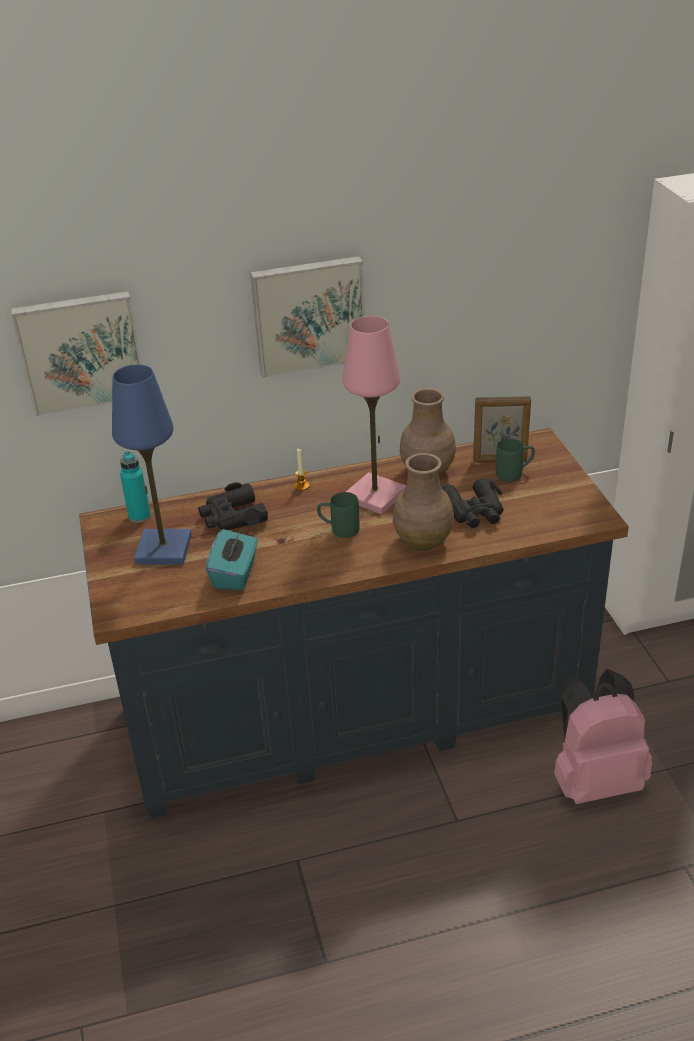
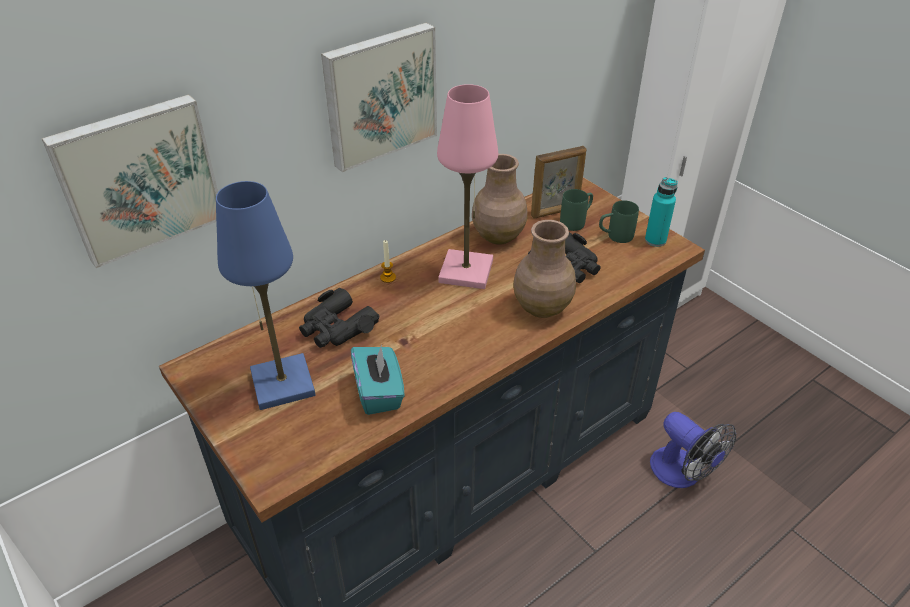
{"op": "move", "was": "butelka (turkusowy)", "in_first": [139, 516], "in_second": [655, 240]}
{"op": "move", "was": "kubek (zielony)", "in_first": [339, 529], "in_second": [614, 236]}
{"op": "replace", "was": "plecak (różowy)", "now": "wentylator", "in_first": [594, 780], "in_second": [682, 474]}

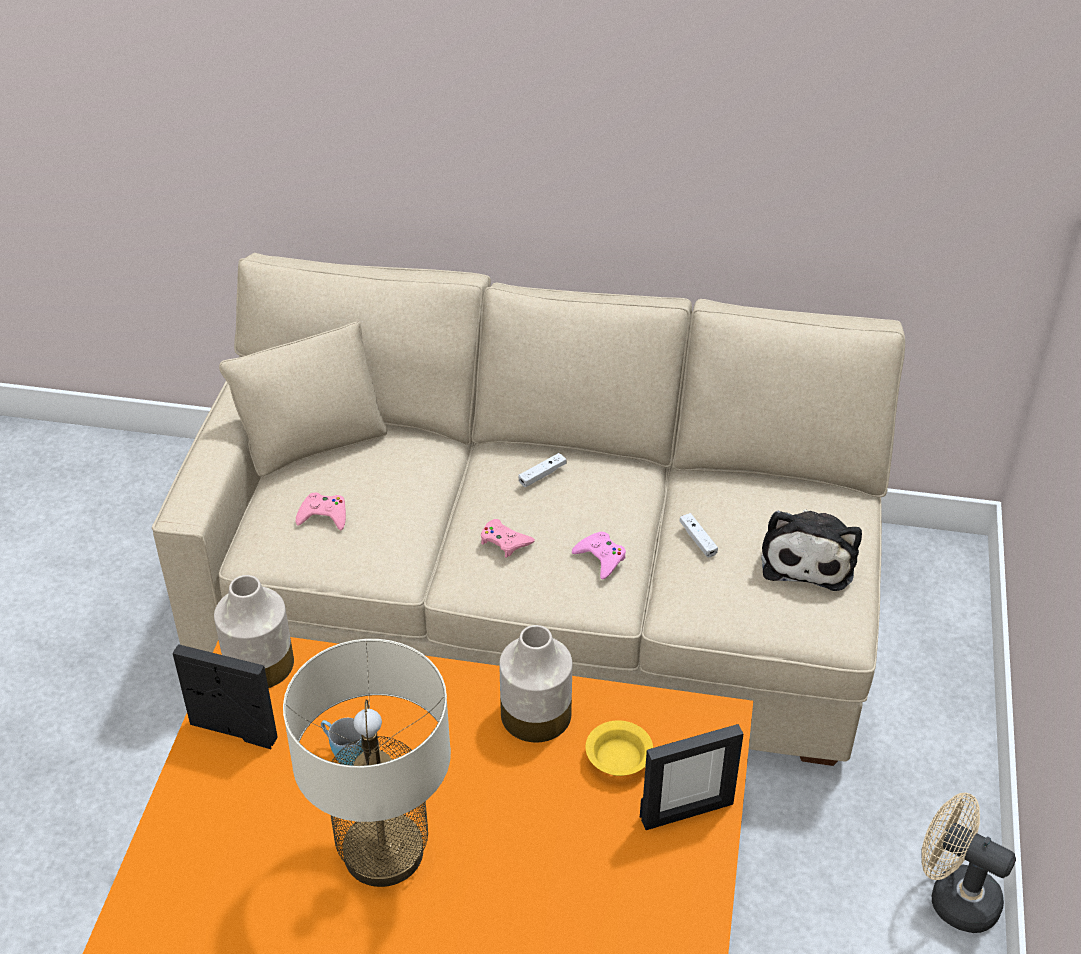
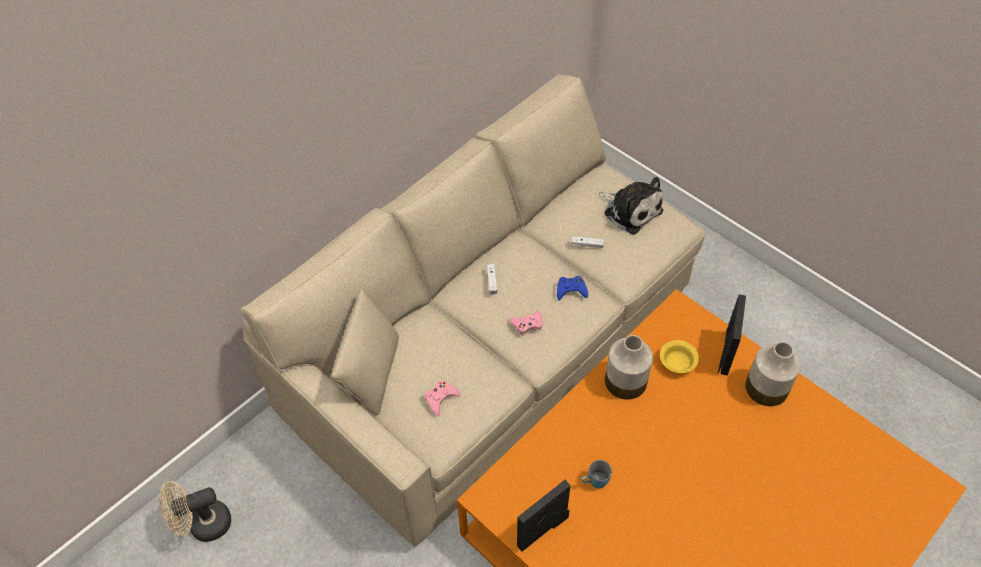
{"op": "recolor", "was": "pad do gier (różowy)", "now": "pad do gier (niebieski)", "in_first": [601, 558], "in_second": [571, 290]}
{"op": "move", "was": "wazon (beżowy)", "in_first": [258, 663], "in_second": [766, 388]}
{"op": "delete", "was": "lampa stołowa", "in_first": [383, 852]}
{"op": "move", "was": "wentylator (beżowy)", "in_first": [953, 897], "in_second": [203, 525]}

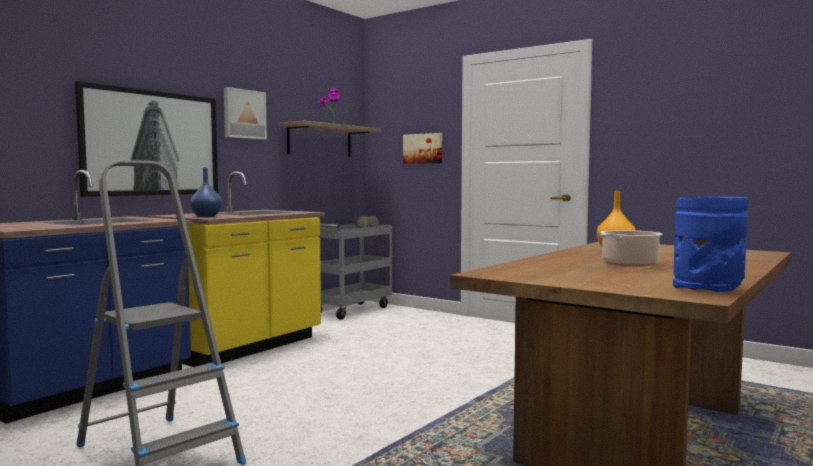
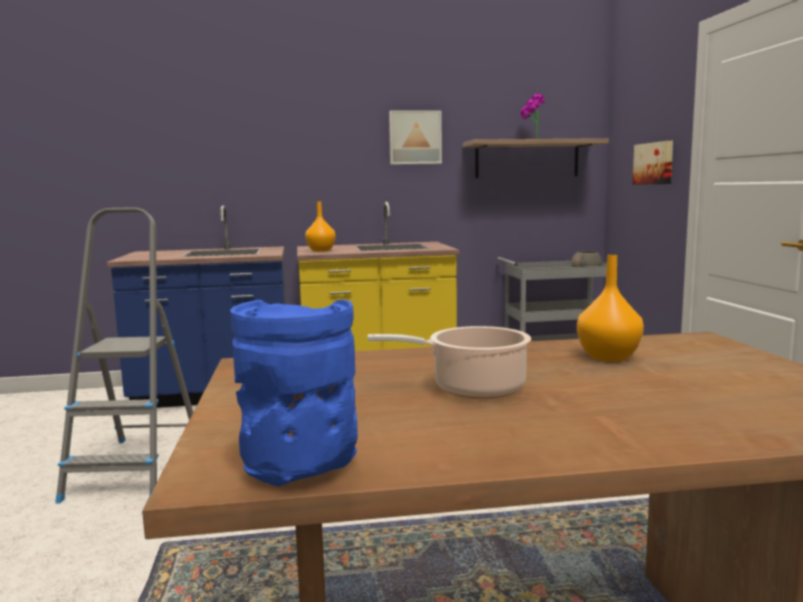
{"op": "delete", "was": "obraz", "in_first": [152, 143]}
{"op": "recolor", "was": "wazon (niebieski)", "now": "wazon (pomarańczowy)", "in_first": [206, 216], "in_second": [320, 250]}

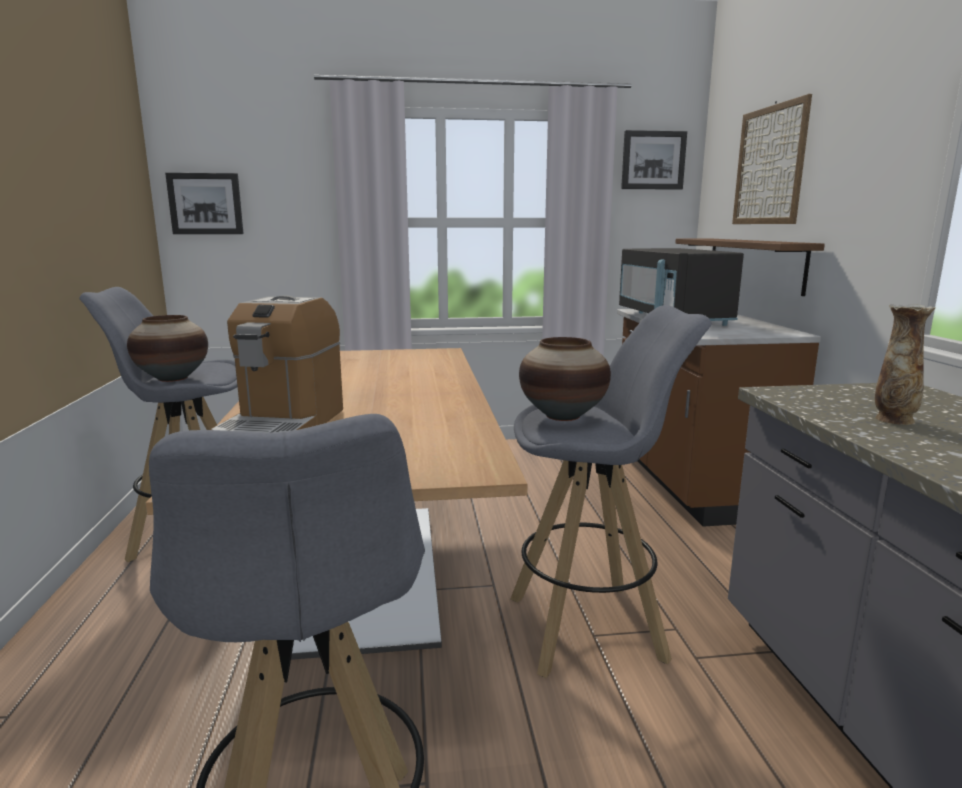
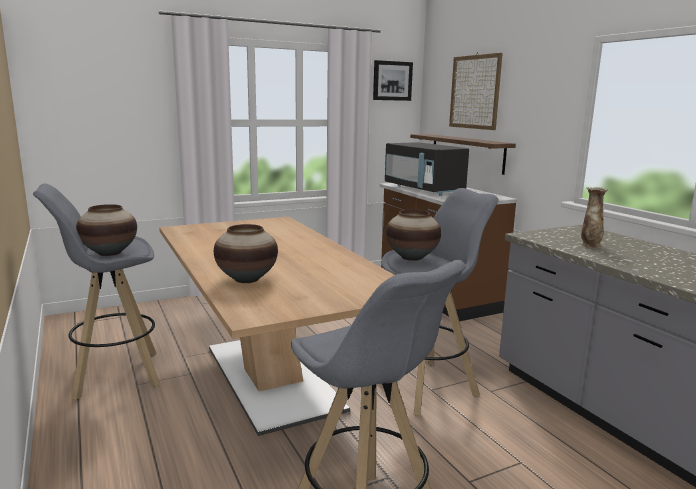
{"op": "delete", "was": "obraz", "in_first": [206, 204]}
{"op": "replace", "was": "ekspres do kawy", "now": "wazon", "in_first": [282, 426], "in_second": [247, 279]}

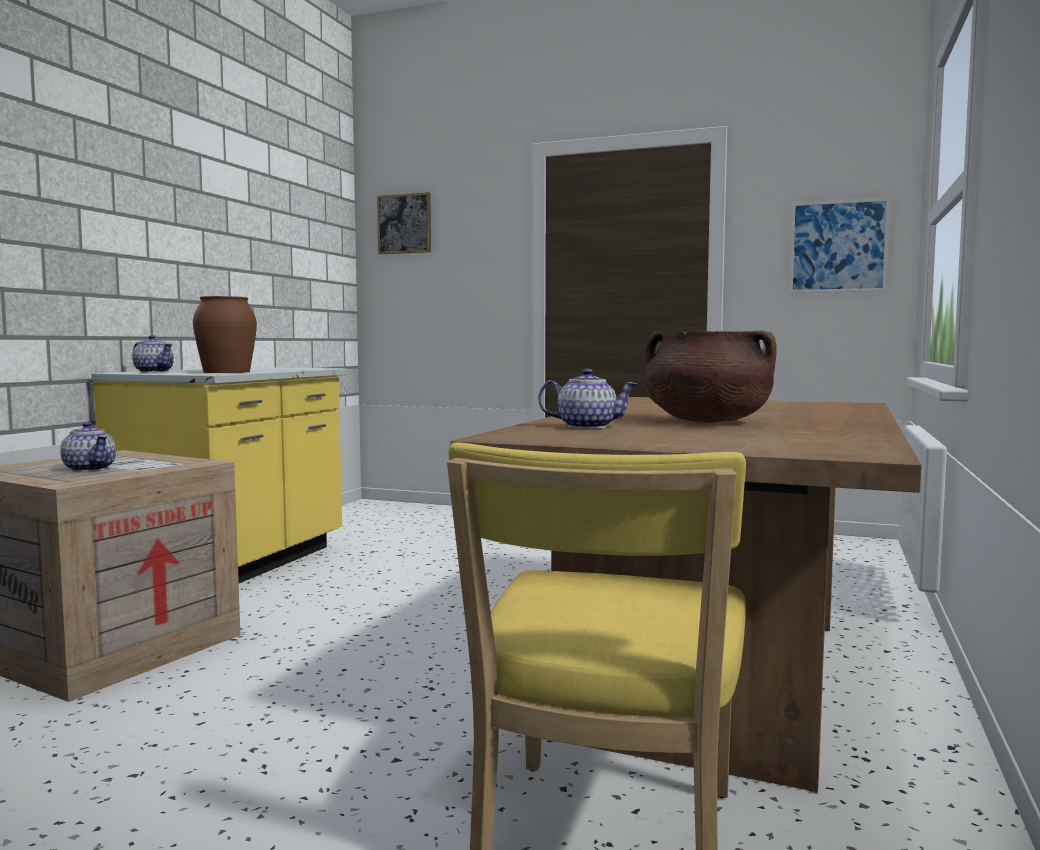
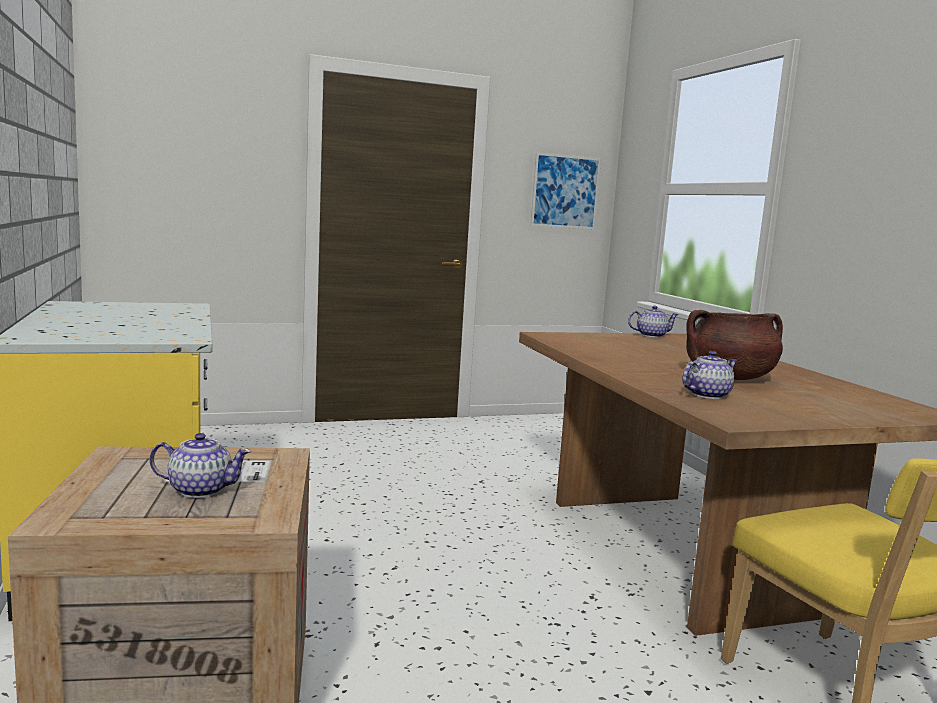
{"op": "delete", "was": "obraz", "in_first": [404, 224]}
{"op": "delete", "was": "wazon (brązowy)", "in_first": [226, 372]}
{"op": "move", "was": "imbryk", "in_first": [153, 372], "in_second": [651, 335]}

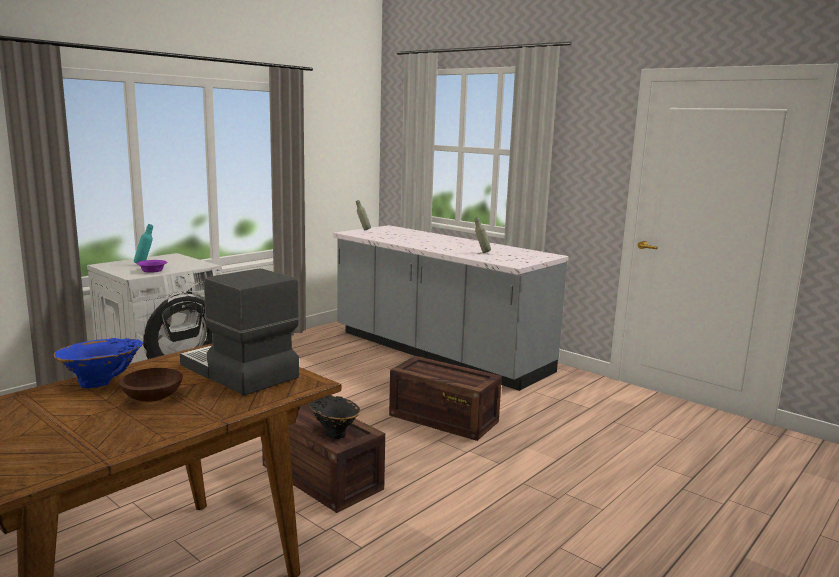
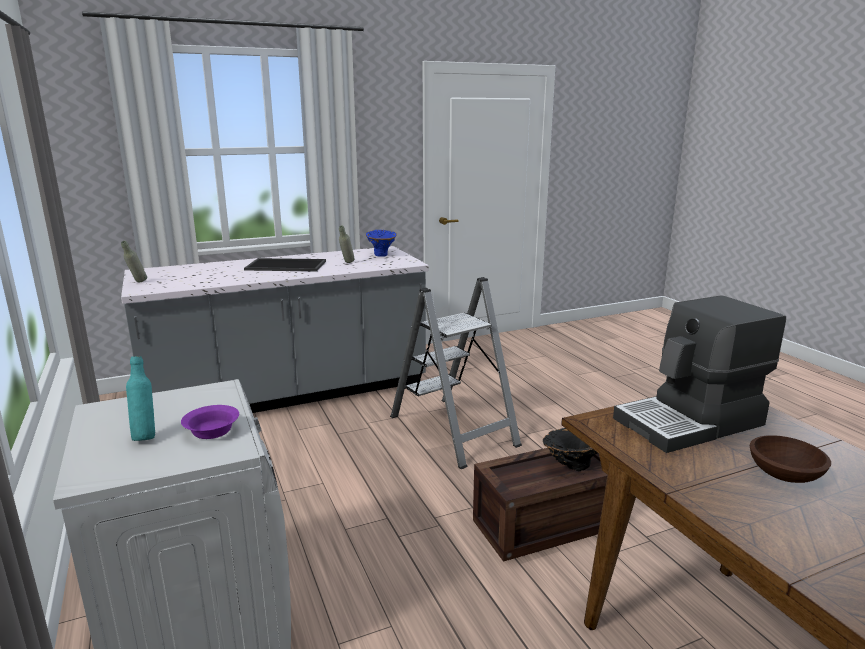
{"op": "move", "was": "wazon (niebieski)", "in_first": [102, 383], "in_second": [382, 254]}
{"op": "replace", "was": "skrzynka", "now": "drabinka (szary)", "in_first": [441, 418], "in_second": [453, 431]}
{"op": "insert", "now": "taca", "in_second": [285, 266]}

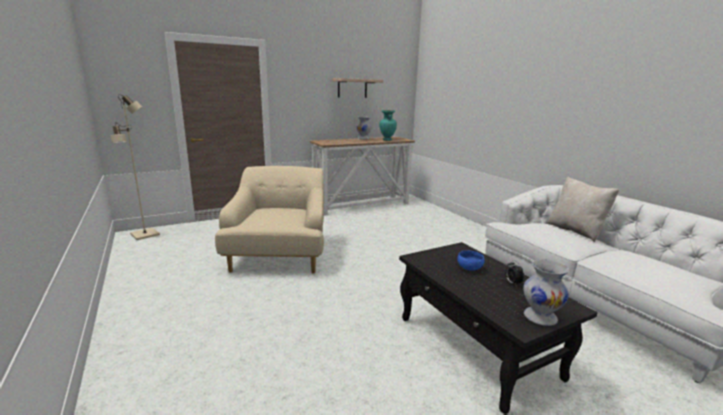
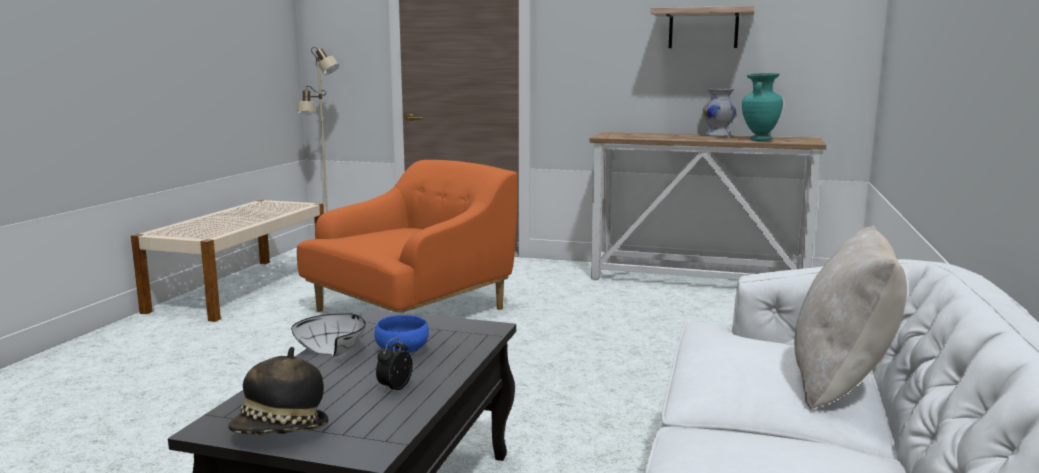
{"op": "recolor", "was": "fotel (beżowy)", "now": "fotel (pomarańczowy)", "in_first": [279, 254], "in_second": [412, 309]}
{"op": "replace", "was": "wazon (biały)", "now": "kapelusz", "in_first": [540, 317], "in_second": [281, 432]}
{"op": "insert", "now": "ławka (beżowy)", "in_second": [242, 288]}
{"op": "insert", "now": "miska (biały)", "in_second": [335, 351]}

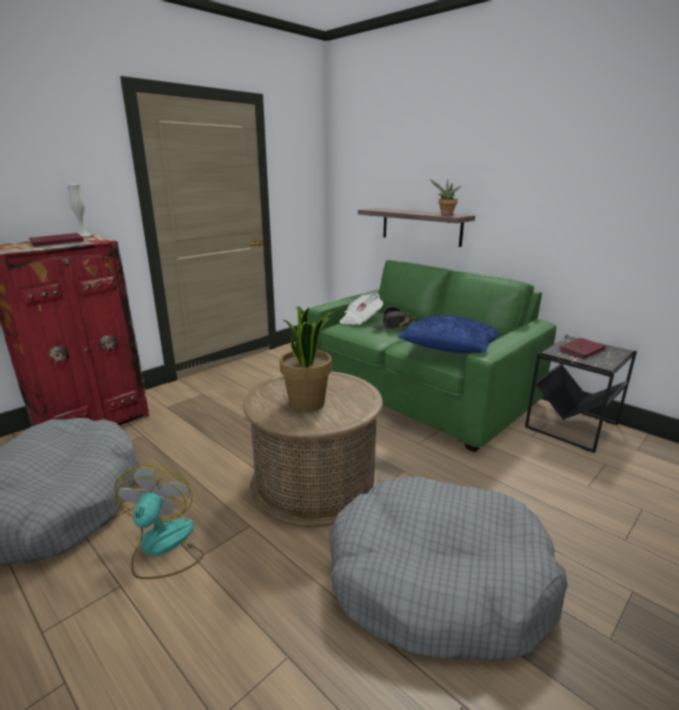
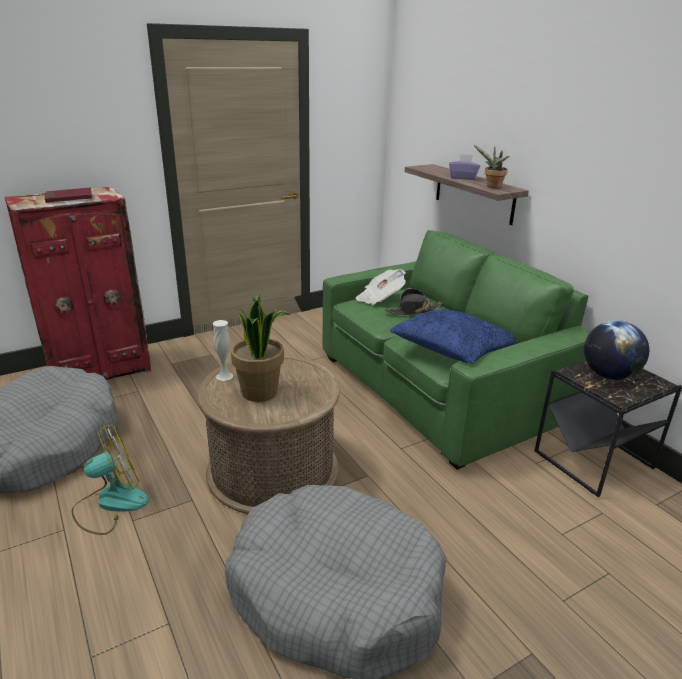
{"op": "move", "was": "wazon (biały)", "in_first": [83, 235], "in_second": [224, 376]}
{"op": "replace", "was": "książka (czerwony)", "now": "globus", "in_first": [581, 350], "in_second": [609, 375]}
{"op": "rotate", "was": "wentylator", "in_first": [163, 547], "in_second": [110, 503], "clockwise": 45}
{"op": "insert", "now": "pudełko chusteczek (fioletowy)", "in_second": [463, 178]}

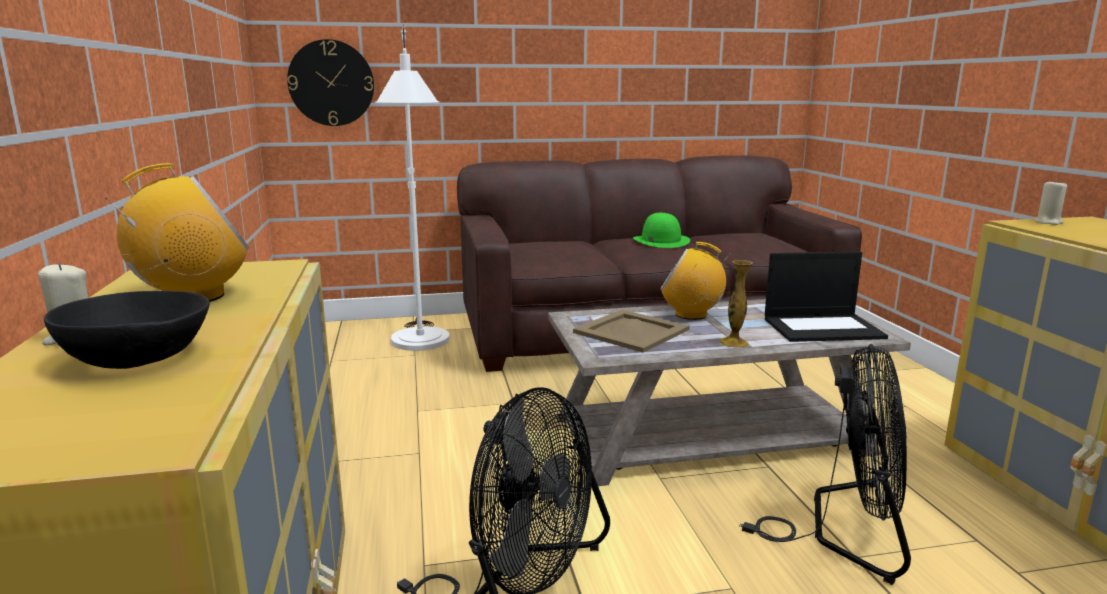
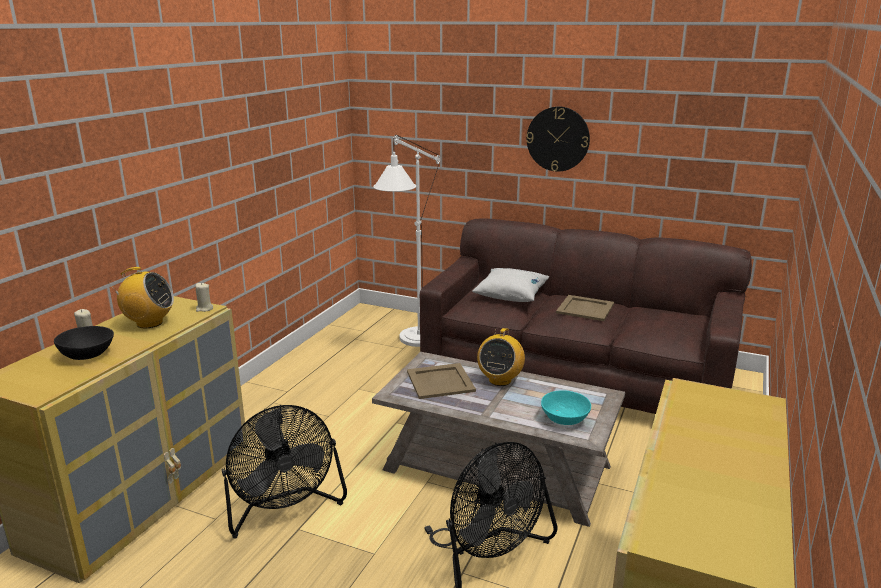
{"op": "move", "was": "zegar ścienny", "in_first": [331, 83], "in_second": [558, 139]}
{"op": "move", "was": "świeca (beżowy)", "in_first": [1048, 222], "in_second": [204, 309]}
{"op": "replace", "was": "kapelusz (zielony)", "now": "taca (beżowy)", "in_first": [660, 241], "in_second": [585, 308]}
{"op": "rotate", "was": "radio", "in_first": [691, 314], "in_second": [500, 380], "clockwise": -120}
{"op": "replace", "was": "laptop", "now": "miska (turkusowy)", "in_first": [823, 328], "in_second": [565, 419]}
{"op": "delete", "was": "wazon", "in_first": [733, 343]}
{"op": "insert", "now": "poduszka (szary)", "in_second": [510, 295]}

